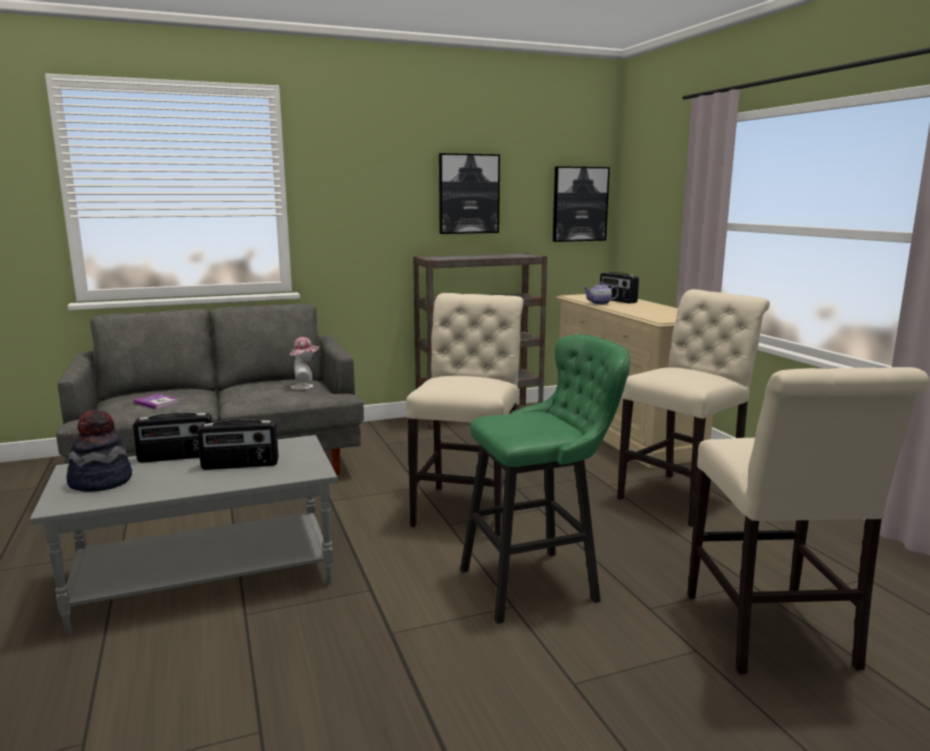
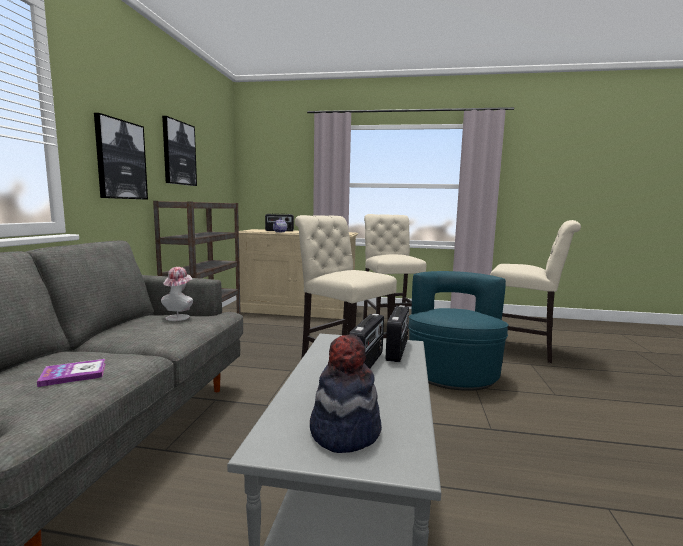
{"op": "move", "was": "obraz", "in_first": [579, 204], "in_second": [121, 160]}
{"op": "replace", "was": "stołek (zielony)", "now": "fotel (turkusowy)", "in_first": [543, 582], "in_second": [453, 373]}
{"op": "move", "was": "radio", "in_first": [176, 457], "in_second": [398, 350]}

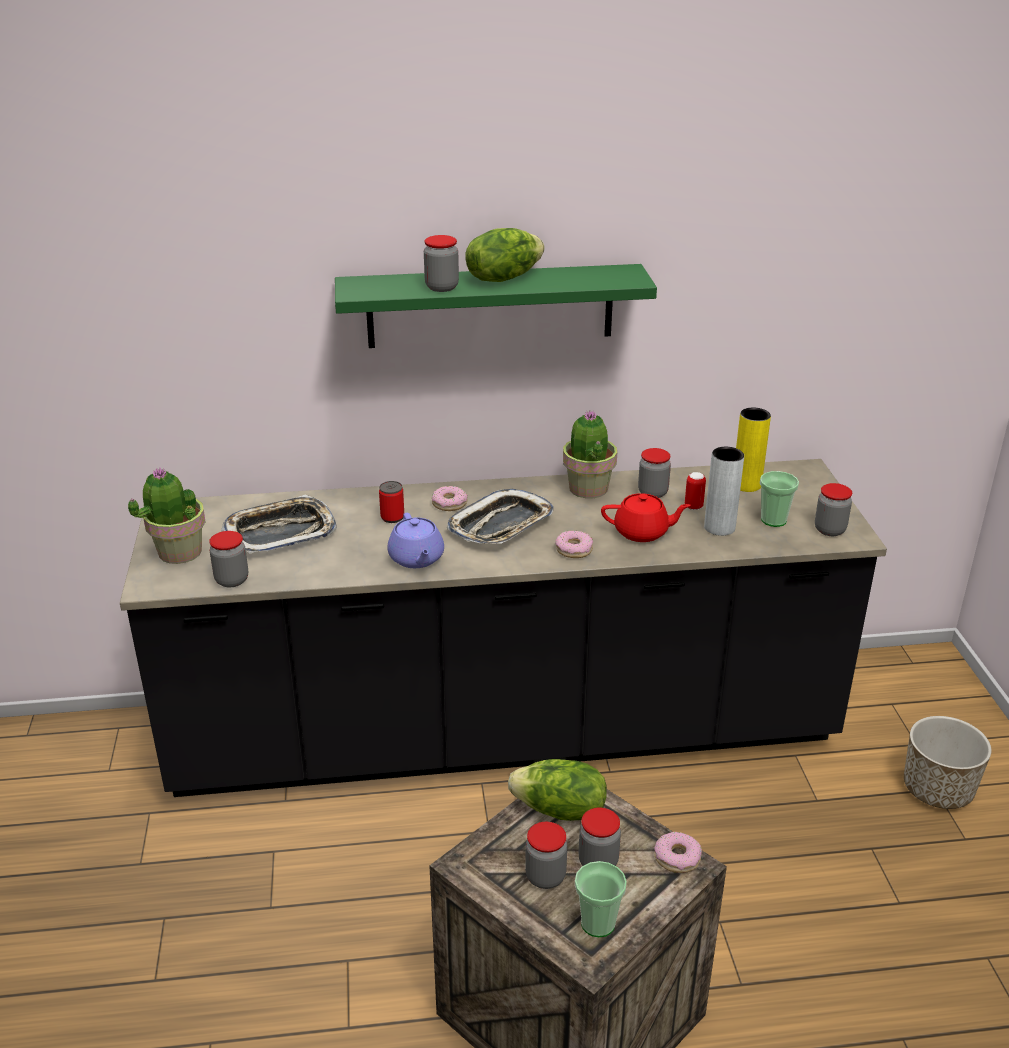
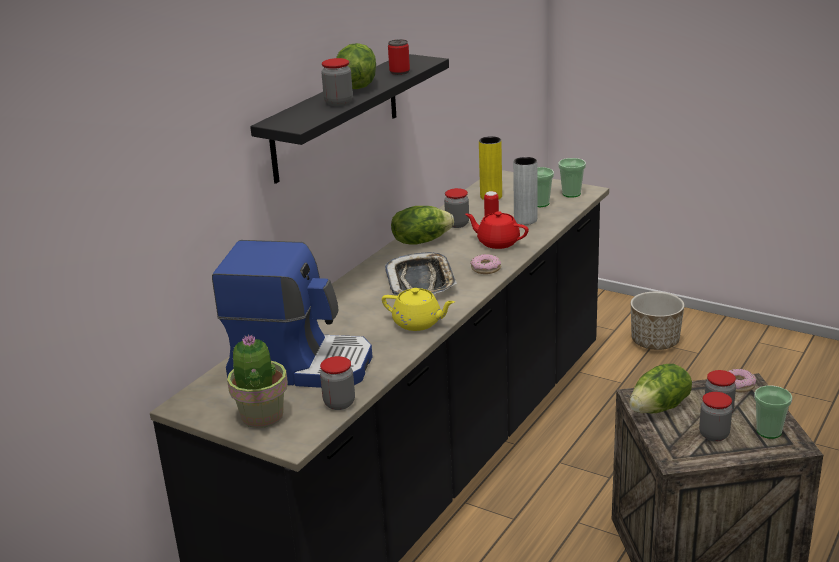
{"op": "recolor", "was": "półka (zielony)", "now": "półka (czarny)", "in_first": [490, 306], "in_second": [336, 117]}
{"op": "replace", "was": "roślina doniczkowa", "now": "sałata", "in_first": [588, 489], "in_second": [421, 241]}
{"op": "move", "was": "puszka", "in_first": [392, 517], "in_second": [399, 72]}
{"op": "replace", "was": "słoik", "now": "filiżanka", "in_first": [829, 530], "in_second": [571, 194]}
{"op": "delete", "was": "donut", "in_first": [449, 503]}
{"op": "rotate", "was": "imbryk (czerwony)", "in_first": [642, 532], "in_second": [497, 242], "clockwise": -105}
{"op": "replace", "was": "taca", "now": "ekspres do kawy", "in_first": [280, 532], "in_second": [301, 364]}
{"op": "recolor", "was": "imbryk (fioletowy)", "now": "imbryk (żółty)", "in_first": [416, 559], "in_second": [418, 323]}

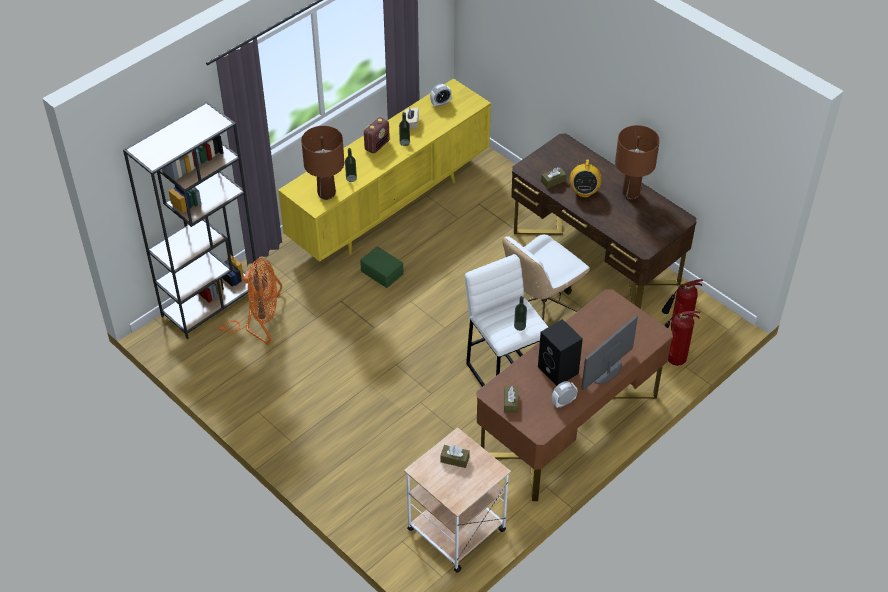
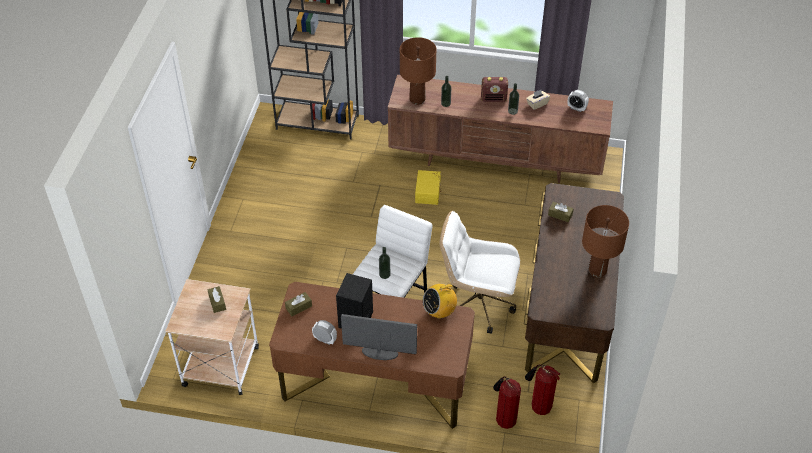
{"op": "recolor", "was": "szafka (żółty)", "now": "szafka (brązowy)", "in_first": [390, 207], "in_second": [496, 161]}
{"op": "move", "was": "radio", "in_first": [584, 192], "in_second": [439, 311]}
{"op": "recolor", "was": "pojemnik do przechowywania (zielony)", "now": "pojemnik do przechowywania (żółty)", "in_first": [382, 271], "in_second": [428, 192]}
{"op": "delete", "was": "wentylator (pomarańczowy)", "in_first": [259, 319]}

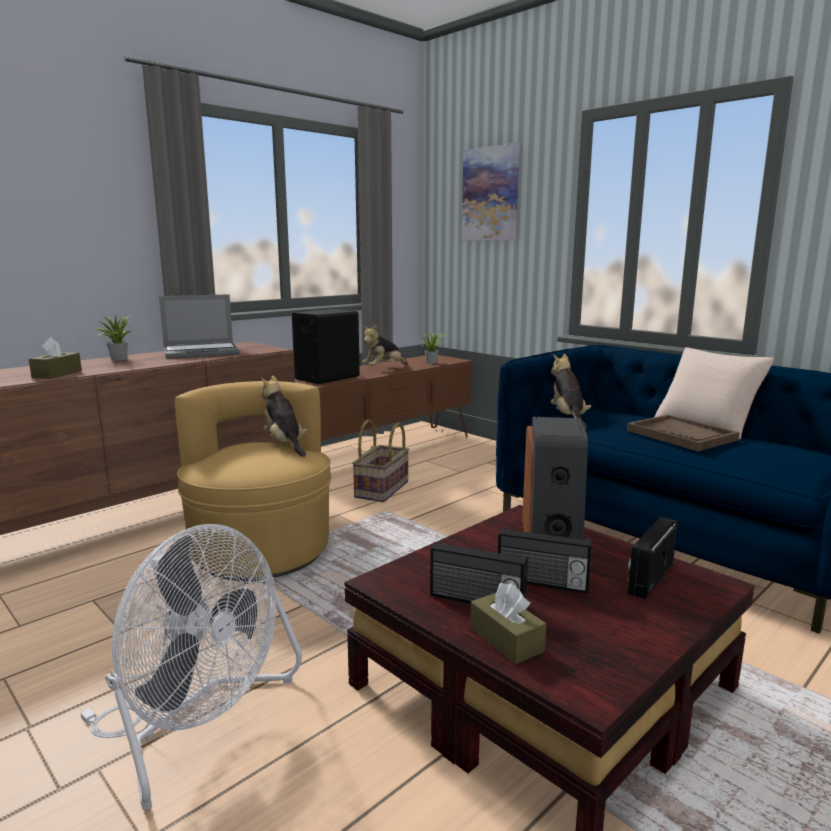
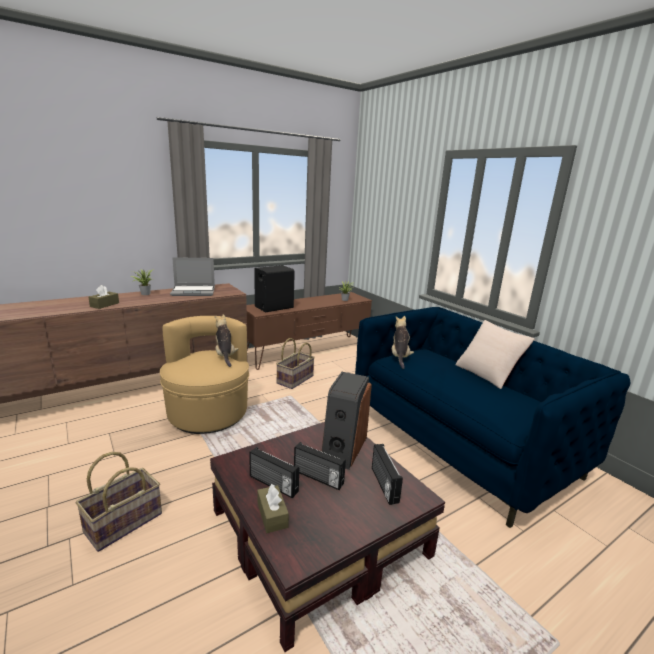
{"op": "delete", "was": "obraz", "in_first": [490, 194]}
{"op": "delete", "was": "pluszak", "in_first": [384, 368]}
{"op": "delete", "was": "taca (brązowy)", "in_first": [681, 435]}
{"op": "rotate", "was": "radio", "in_first": [649, 577], "in_second": [383, 484], "clockwise": -60}
{"op": "replace", "was": "wentylator (biały)", "now": "koszyk", "in_first": [192, 726], "in_second": [123, 522]}

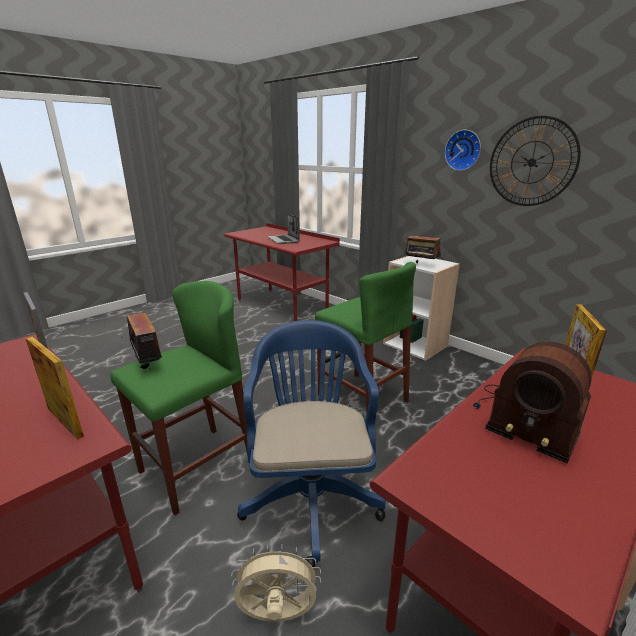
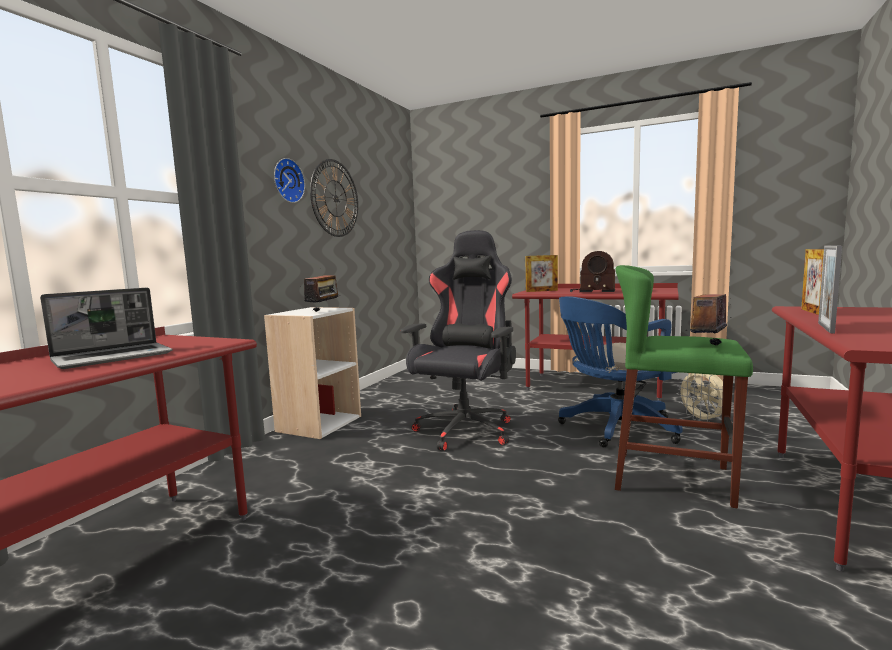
{"op": "replace", "was": "stołek (zielony)", "now": "krzesło biurowe (czarny)", "in_first": [362, 398], "in_second": [464, 432]}
{"op": "rotate", "was": "radio", "in_first": [523, 419], "in_second": [591, 291], "clockwise": 90}

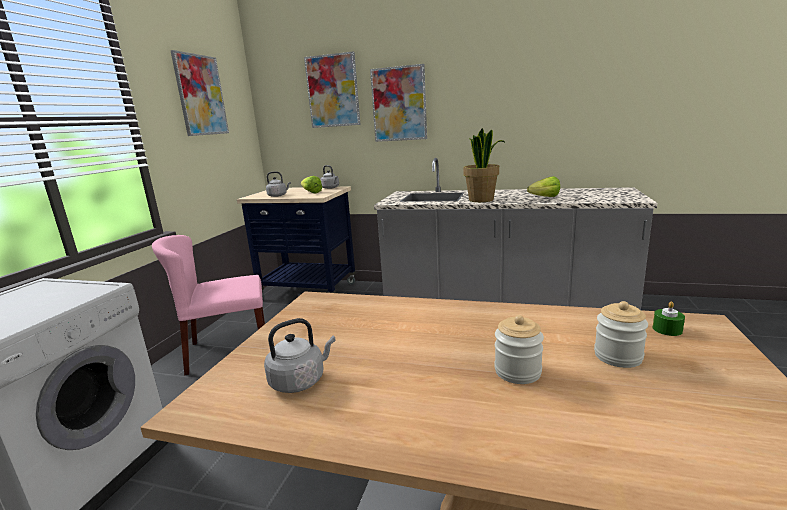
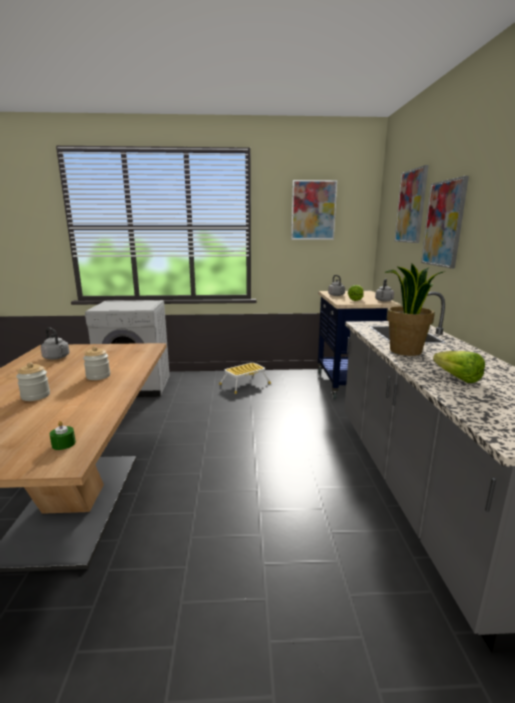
{"op": "replace", "was": "krzesło (różowy)", "now": "drabinka (żółty)", "in_first": [227, 350], "in_second": [245, 384]}
{"op": "move", "was": "słoik", "in_first": [618, 356], "in_second": [98, 376]}

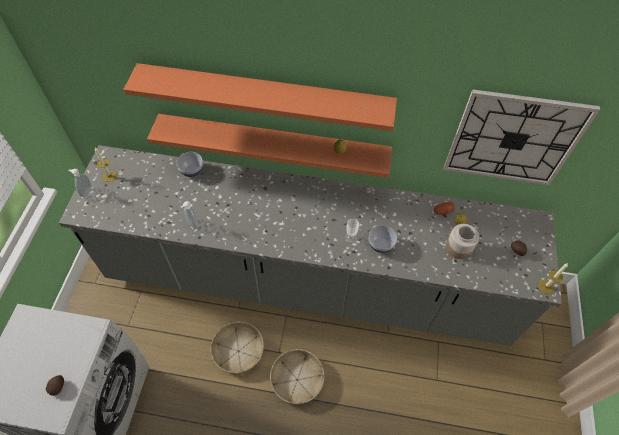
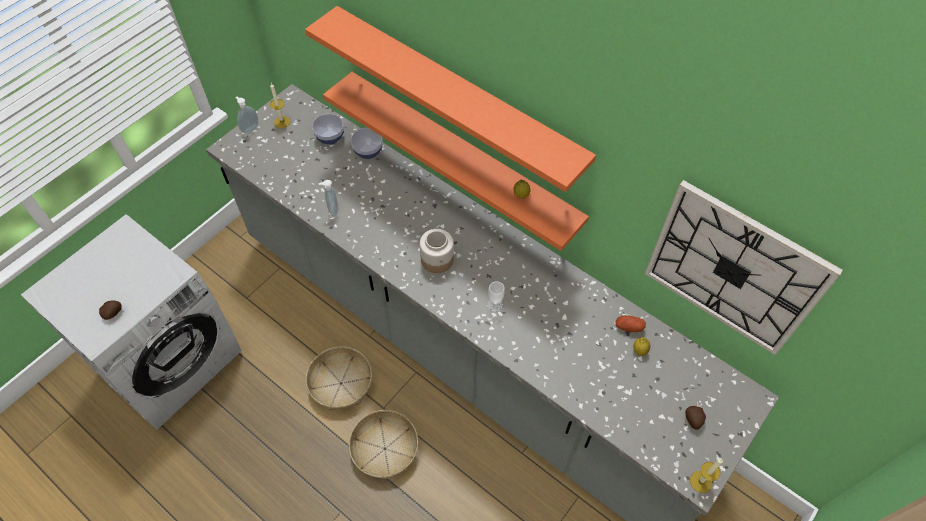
{"op": "move", "was": "słoik", "in_first": [459, 247], "in_second": [437, 259]}
{"op": "move", "was": "miska", "in_first": [380, 245], "in_second": [330, 138]}

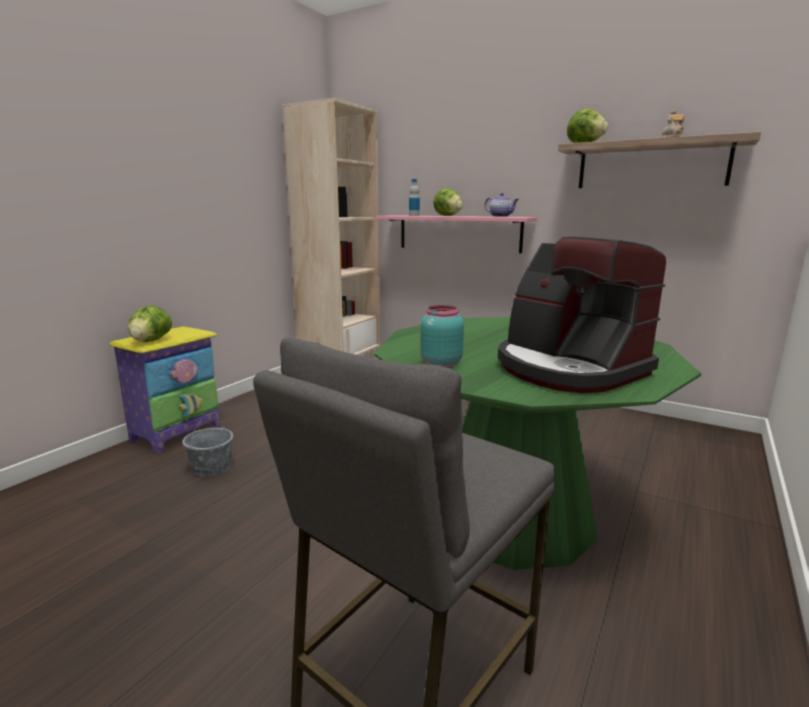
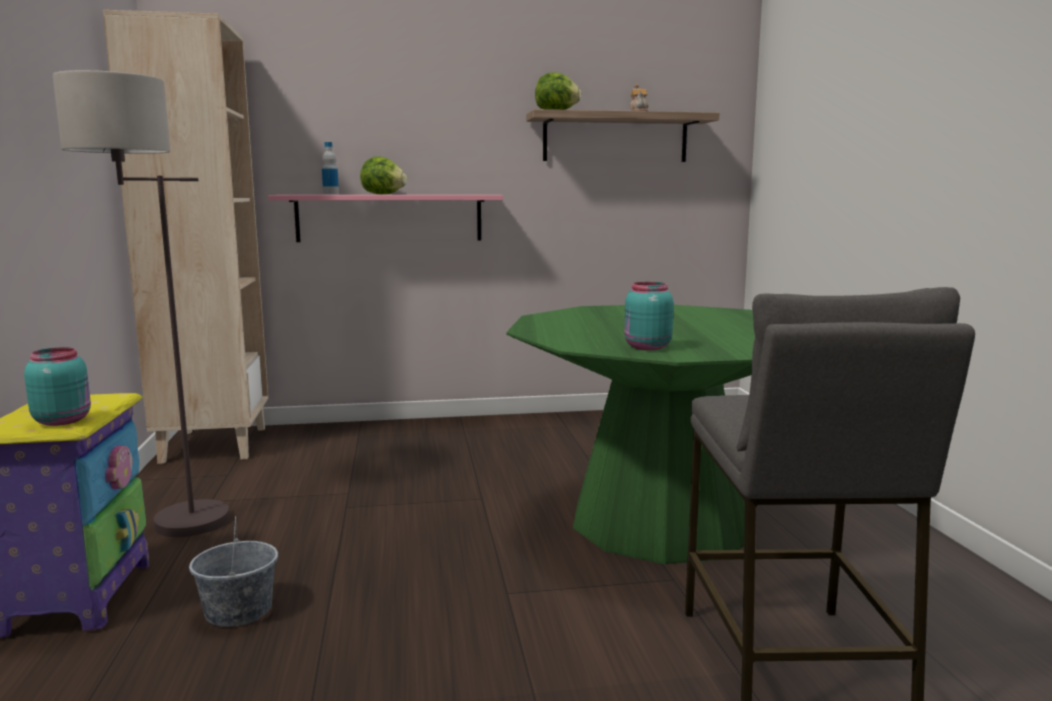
{"op": "delete", "was": "imbryk", "in_first": [501, 216]}
{"op": "delete", "was": "ekspres do kawy", "in_first": [568, 369]}
{"op": "replace", "was": "sałata", "now": "słoik (turkusowy)", "in_first": [151, 341], "in_second": [63, 420]}
{"op": "insert", "now": "lampa stojąca (szary)", "in_second": [169, 526]}

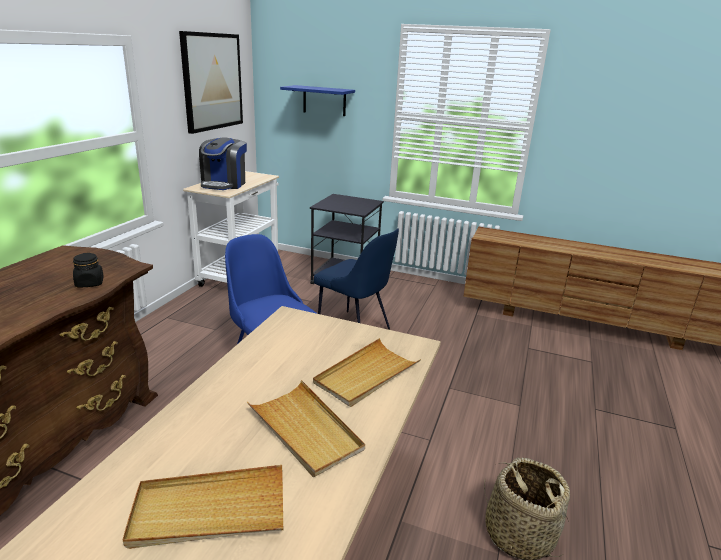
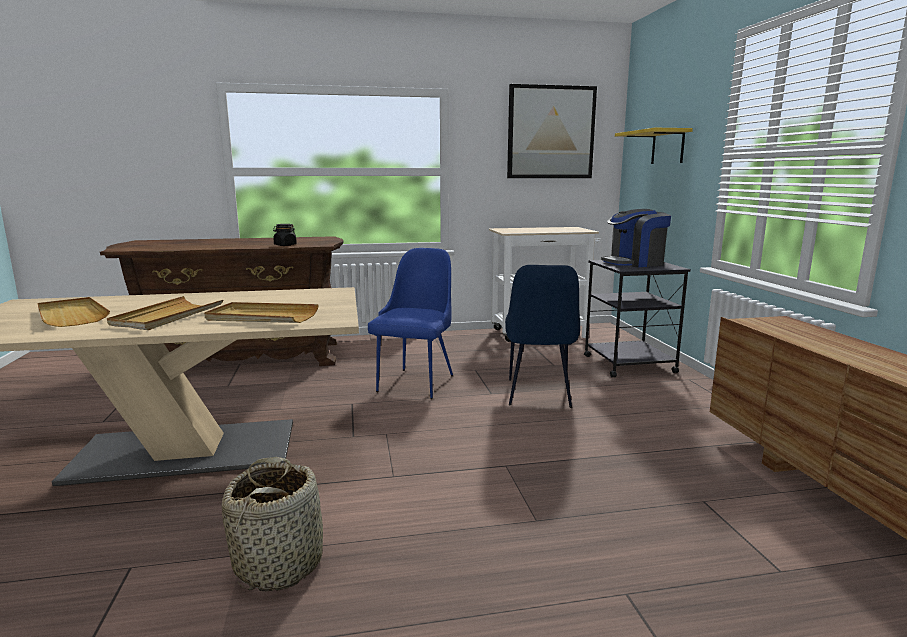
{"op": "recolor", "was": "półka (niebieski)", "now": "półka (żółty)", "in_first": [324, 100], "in_second": [667, 147]}
{"op": "move", "was": "ekspres do kawy", "in_first": [224, 184], "in_second": [634, 263]}

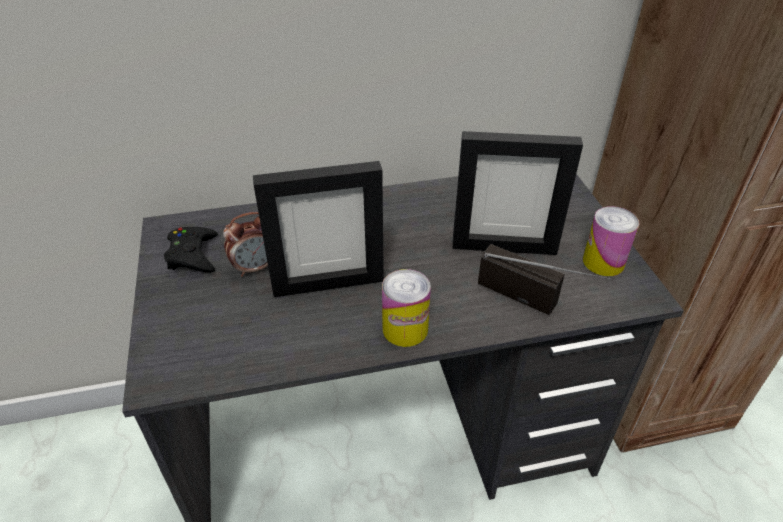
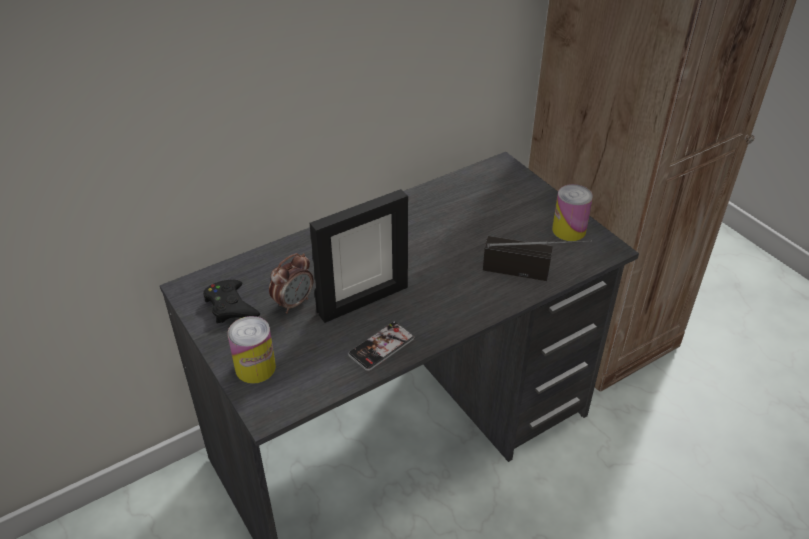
{"op": "delete", "was": "ramka na zdjęcie", "in_first": [504, 246]}
{"op": "move", "was": "puszka", "in_first": [405, 329], "in_second": [255, 368]}
{"op": "insert", "now": "telefon", "in_second": [381, 346]}

